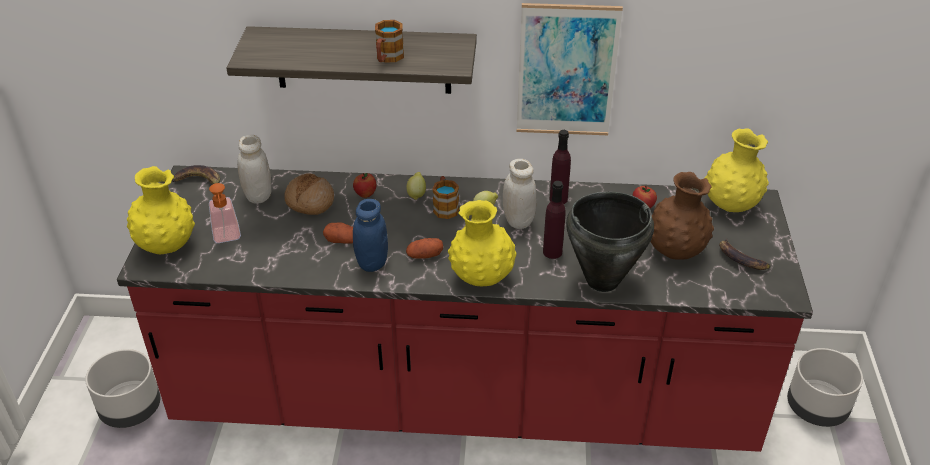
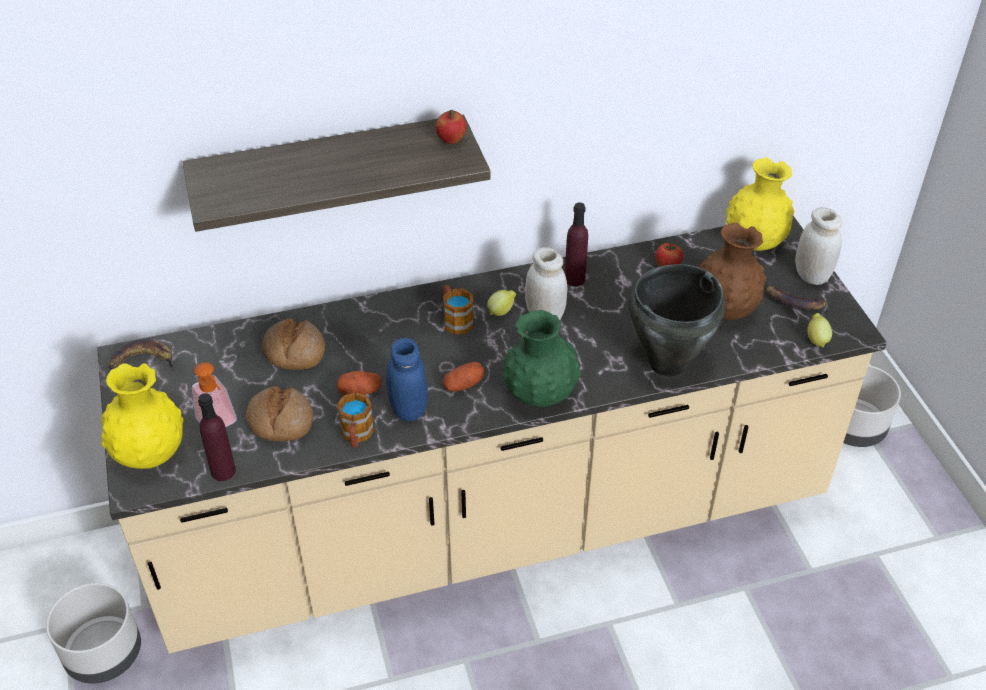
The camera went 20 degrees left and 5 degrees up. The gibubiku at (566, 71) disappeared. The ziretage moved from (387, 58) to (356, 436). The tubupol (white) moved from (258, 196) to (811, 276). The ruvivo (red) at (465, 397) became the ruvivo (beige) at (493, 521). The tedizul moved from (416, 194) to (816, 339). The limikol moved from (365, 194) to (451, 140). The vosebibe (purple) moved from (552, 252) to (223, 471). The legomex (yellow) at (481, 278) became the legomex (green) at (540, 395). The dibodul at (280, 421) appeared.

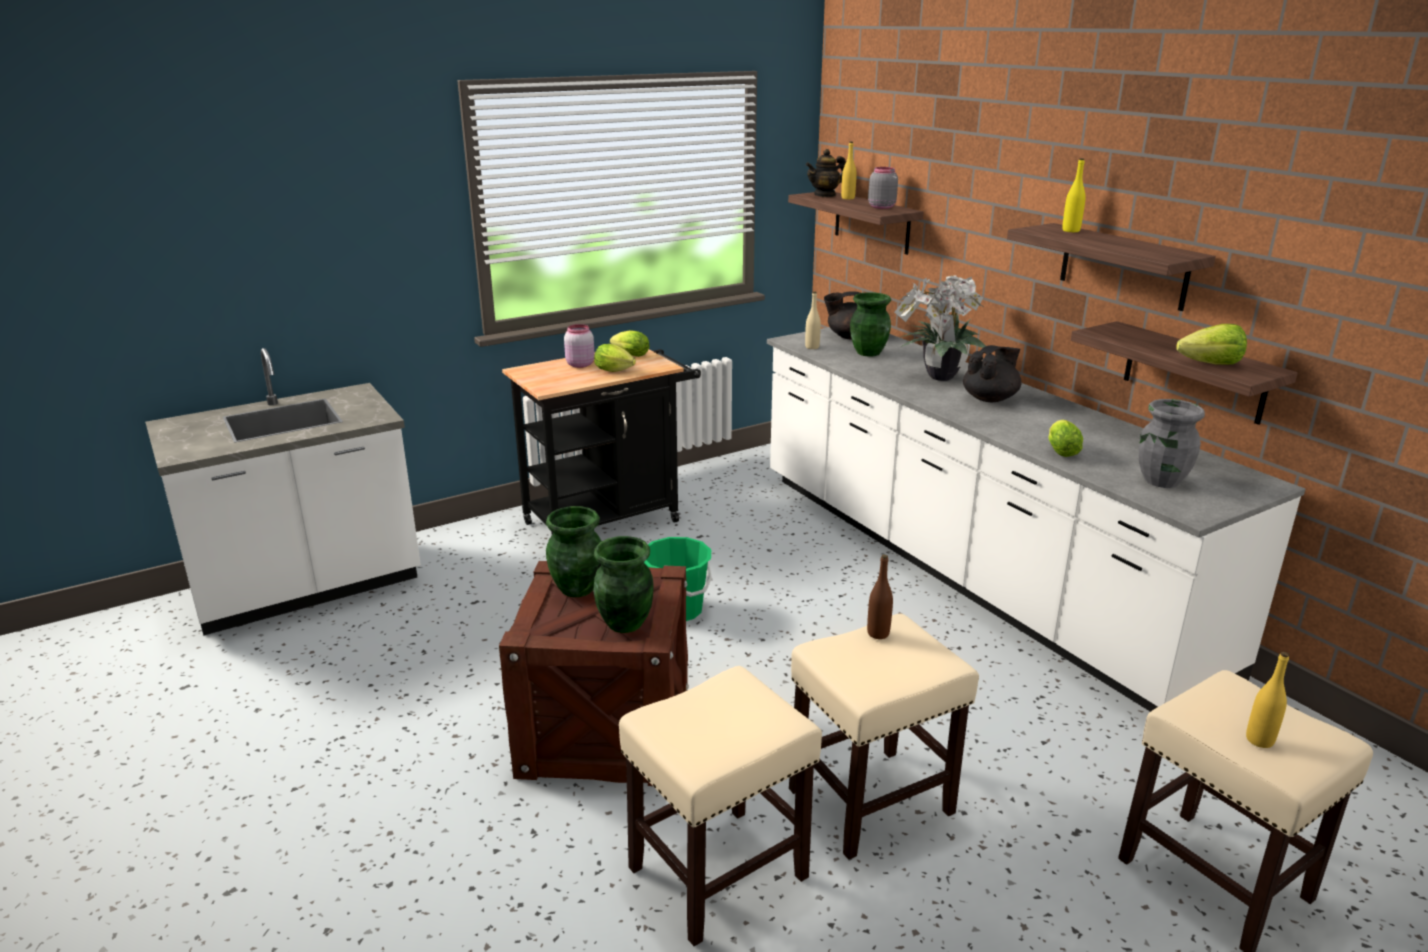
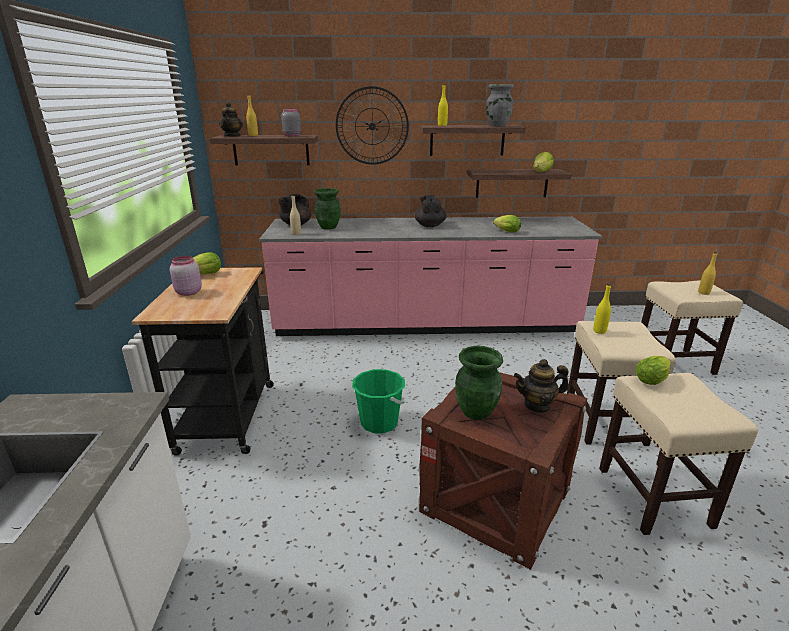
The camera went 60 degrees left and 0 degrees up. The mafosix at (937, 377) disappeared. The ruvivo (white) at (964, 567) became the ruvivo (pink) at (425, 324). The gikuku moved from (616, 371) to (652, 379). The legomex (grey) moved from (1160, 480) to (497, 126). The legomex (green) at (625, 624) was replaced by the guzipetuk at (537, 405). The vosebibe (brown) at (878, 633) became the vosebibe (yellow) at (599, 331). The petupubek at (372, 126) appeared.

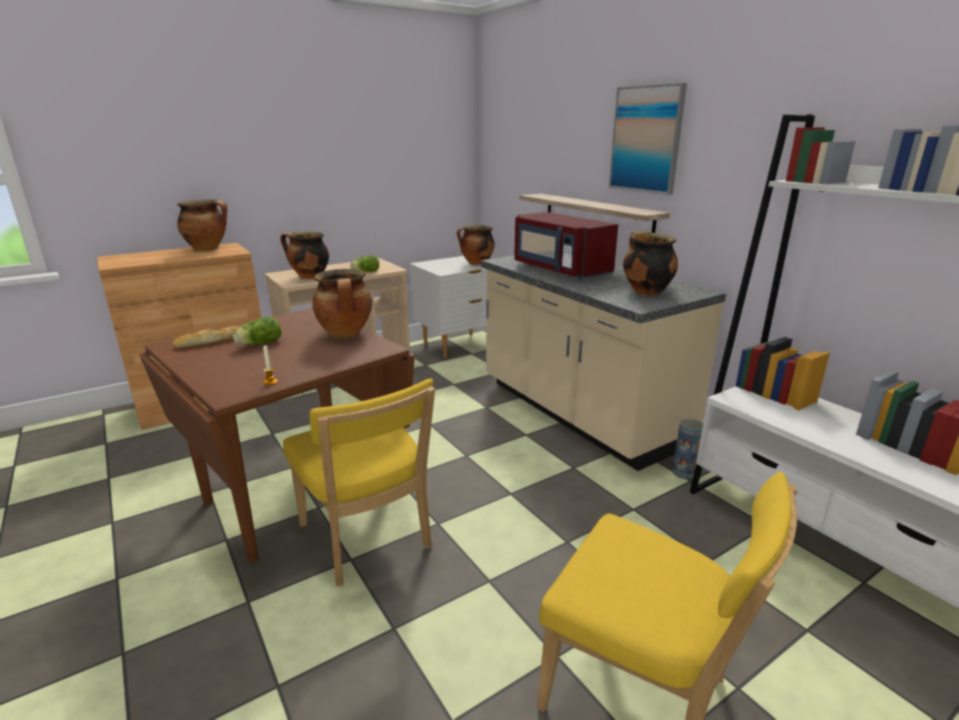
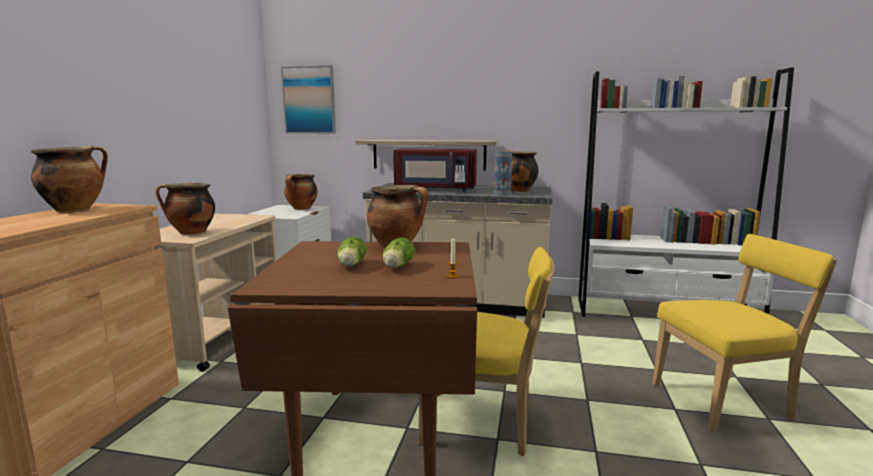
The camera went 45 degrees left and 10 degrees down. The gibubiku moved from (646, 139) to (309, 100). The gikuku moved from (365, 272) to (397, 267). The dibodul at (212, 341) disappeared. The legomex moved from (683, 472) to (502, 194).

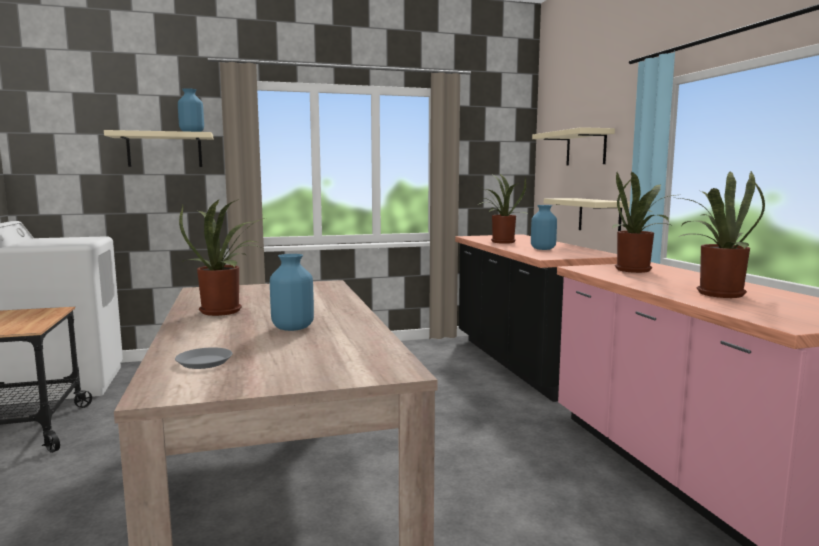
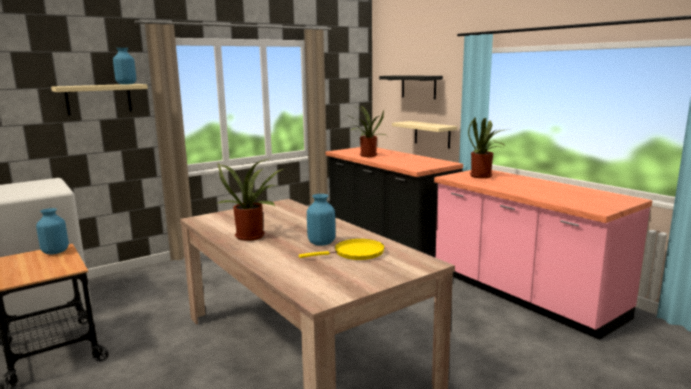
The camera went 20 degrees left and 5 degrees up. The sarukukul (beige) at (586, 148) became the sarukukul (black) at (418, 87). The mafosix at (715, 293) disappeared. The legomex (blue) moved from (542, 249) to (55, 252). The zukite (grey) at (204, 362) disappeared. The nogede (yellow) at (355, 253) appeared.

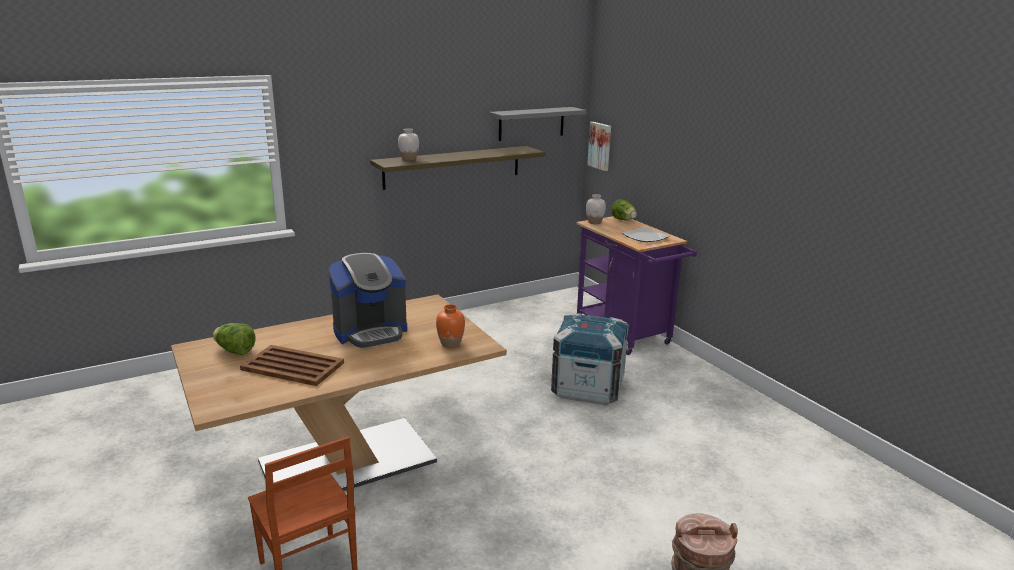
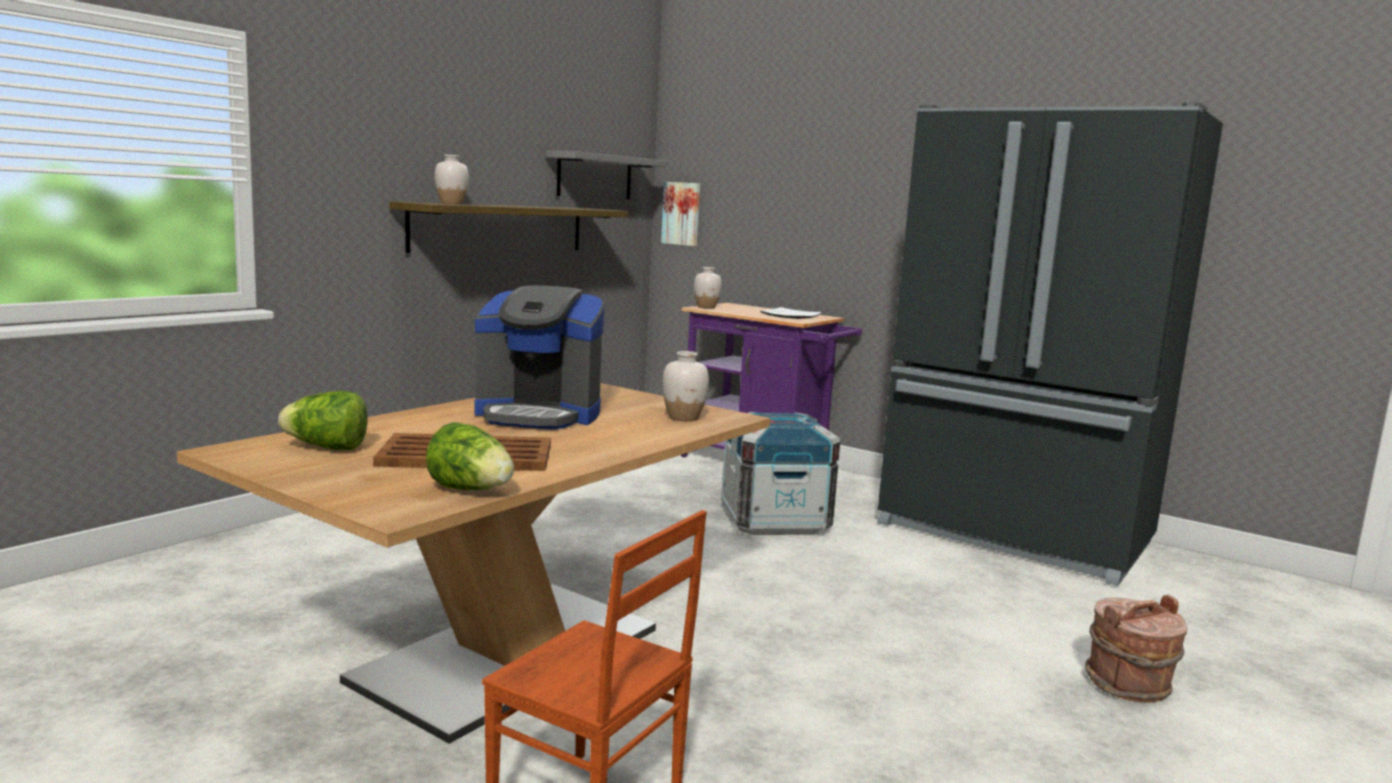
The camera went 25 degrees left and 10 degrees down. The gikuku moved from (623, 220) to (471, 490). The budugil at (370, 332) turned 60 degrees clockwise. The legomex (orange) at (450, 344) became the legomex (white) at (683, 418). The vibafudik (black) at (1013, 535) appeared.

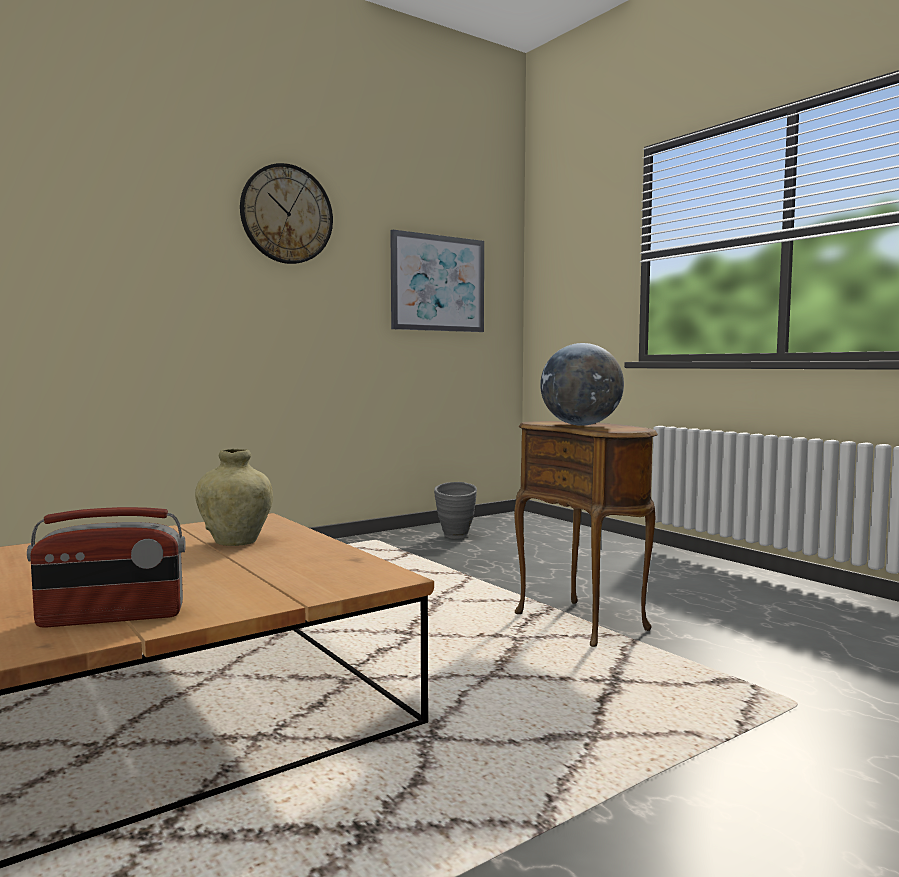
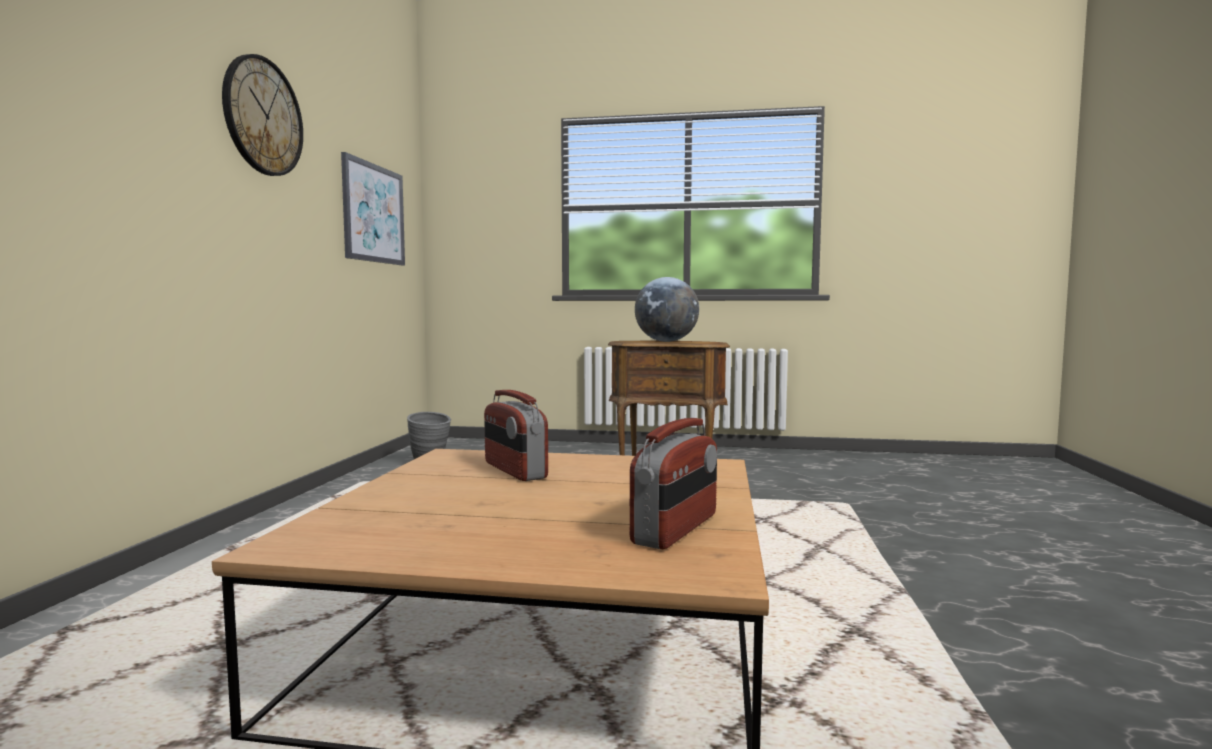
The camera went 45 degrees left and 0 degrees up. The legomex (beige) at (235, 542) was replaced by the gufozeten at (514, 470).

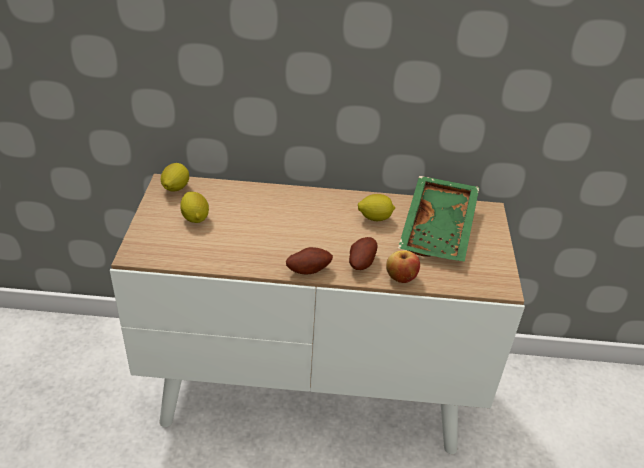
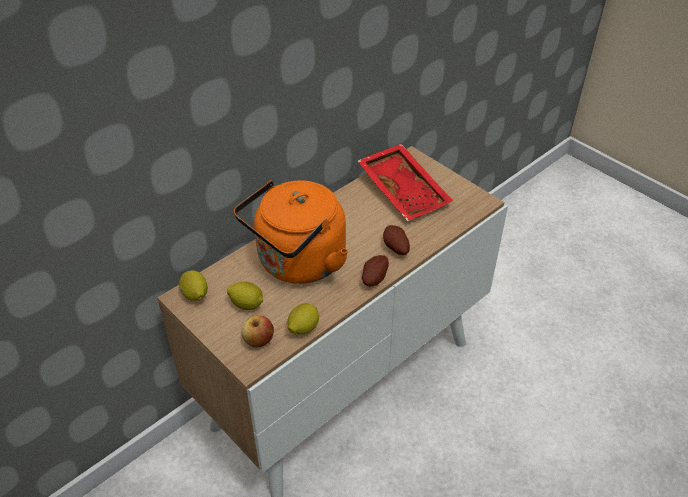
The camera went 45 degrees left and 5 degrees up. The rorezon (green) at (440, 229) became the rorezon (red) at (405, 190). The tedizul moved from (375, 218) to (303, 328). The limikol moved from (401, 277) to (258, 341). The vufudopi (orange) at (297, 263) appeared.

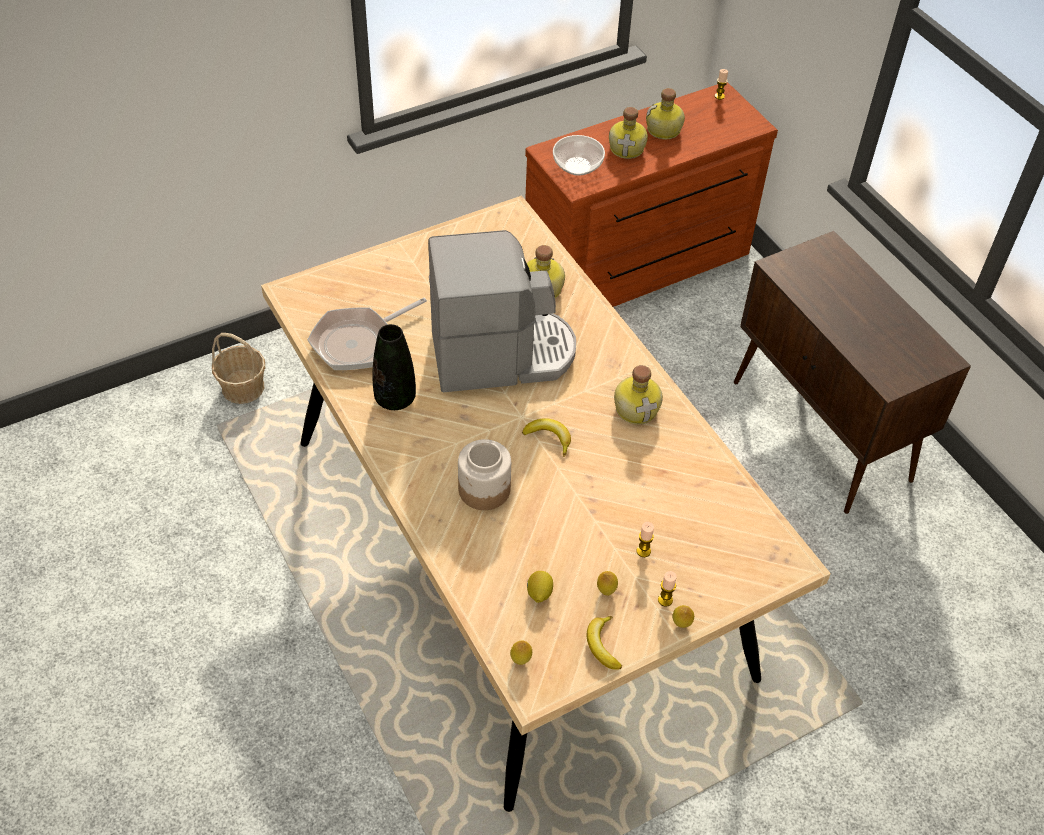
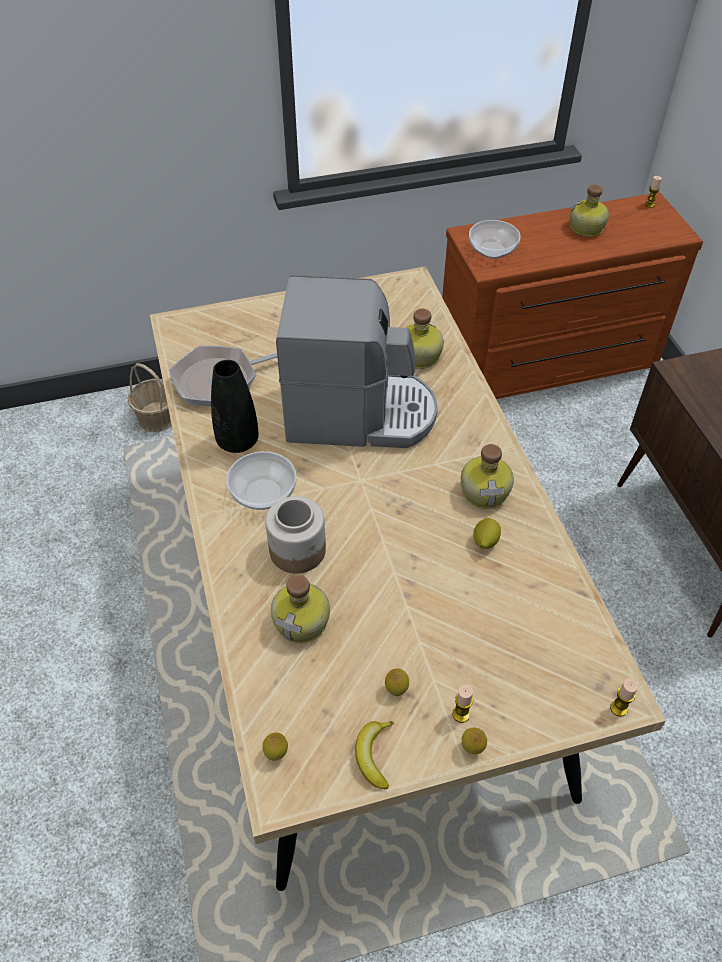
The camera went 15 degrees right and 0 degrees up. The vosebibe moved from (627, 148) to (303, 621). The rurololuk at (549, 438) disappeared. The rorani moved from (643, 551) to (618, 708). The tedizul moved from (539, 593) to (485, 541). The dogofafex at (262, 493) appeared.

